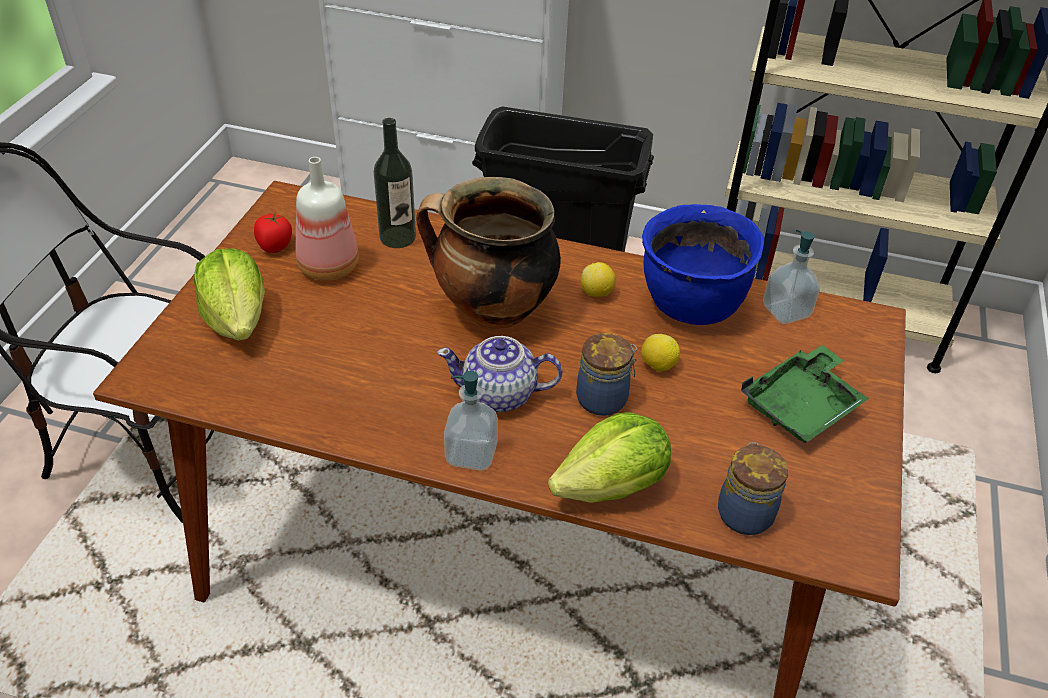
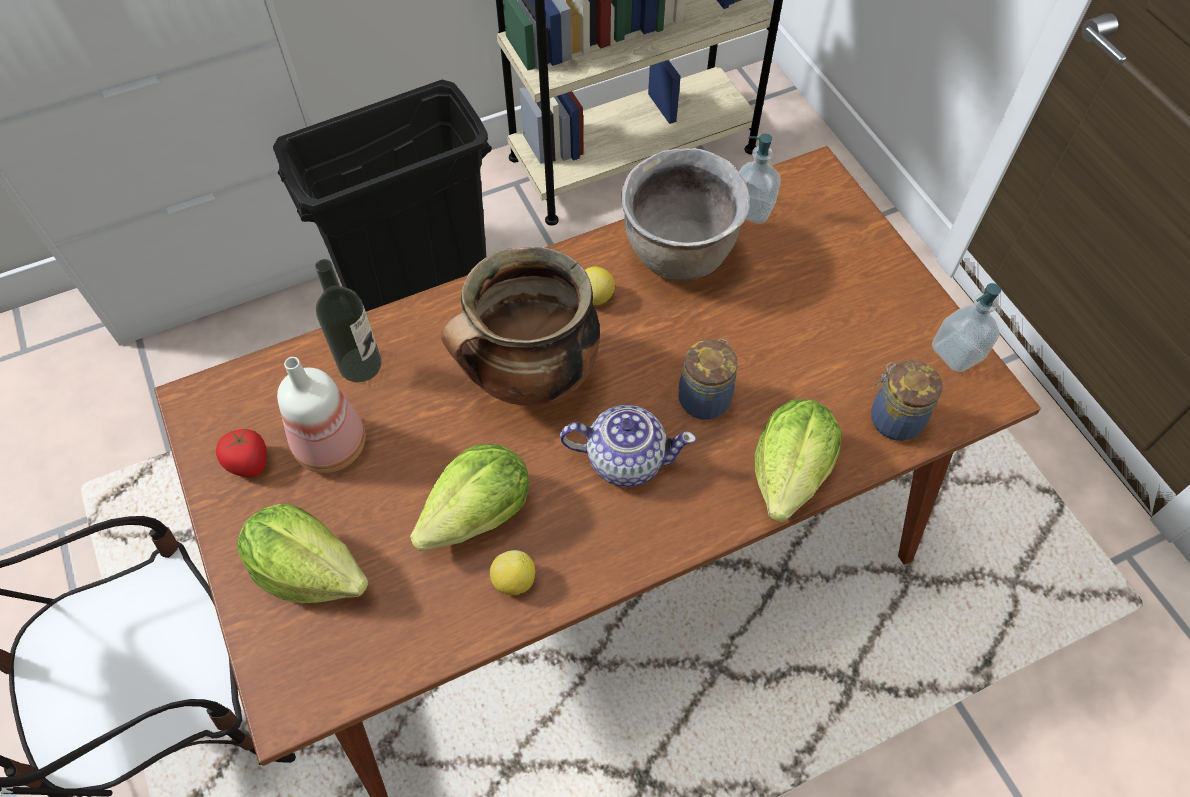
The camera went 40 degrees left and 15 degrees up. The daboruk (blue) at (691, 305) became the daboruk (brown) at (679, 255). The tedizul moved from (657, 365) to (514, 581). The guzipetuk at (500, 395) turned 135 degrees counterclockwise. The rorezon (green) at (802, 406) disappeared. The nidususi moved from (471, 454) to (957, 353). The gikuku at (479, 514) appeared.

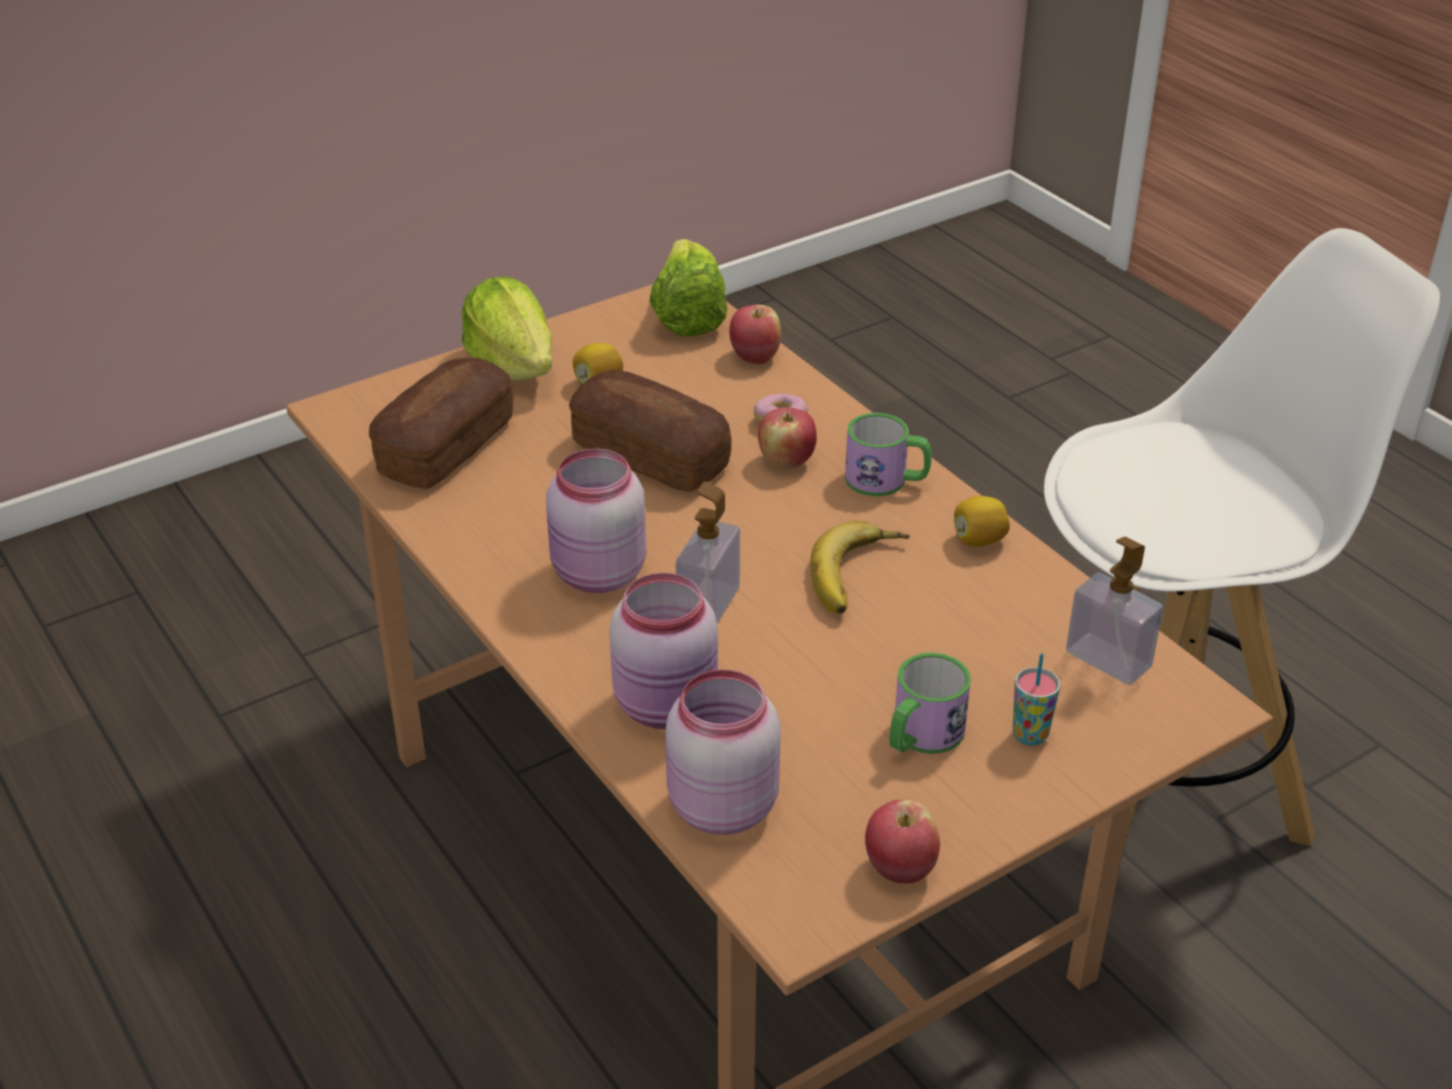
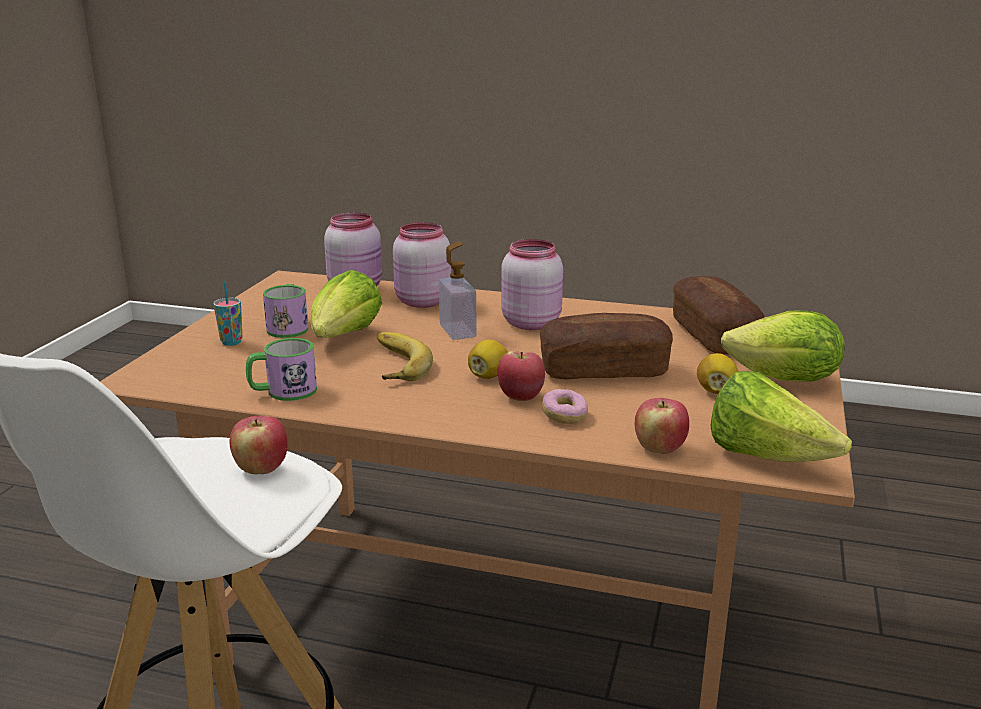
The camera went 140 degrees right and 15 degrees down. The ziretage moved from (886, 480) to (283, 392). The tedizul moved from (978, 540) to (488, 376). The nidususi at (1108, 659) disappeared. The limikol moved from (900, 869) to (261, 469). The gikuku at (344, 338) appeared.

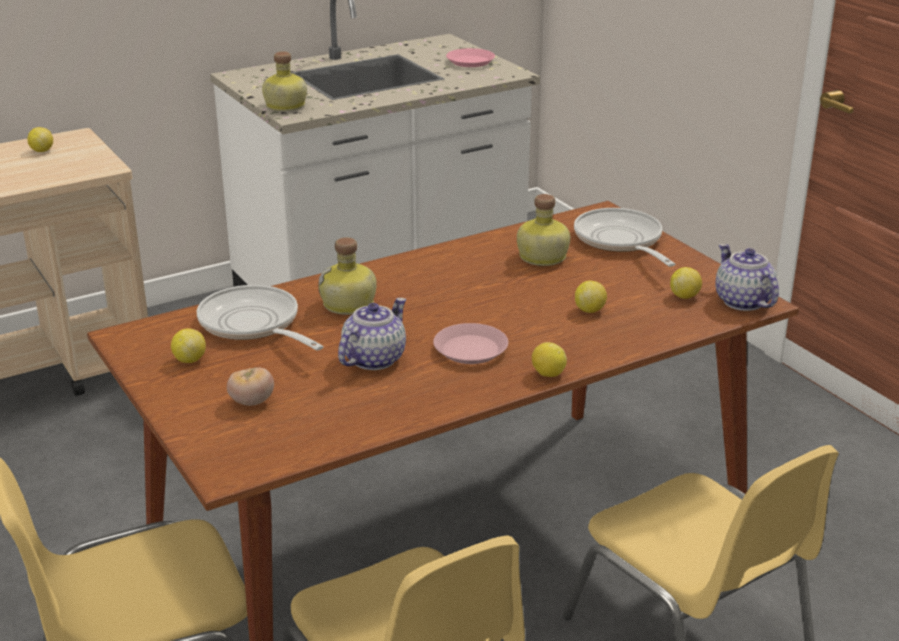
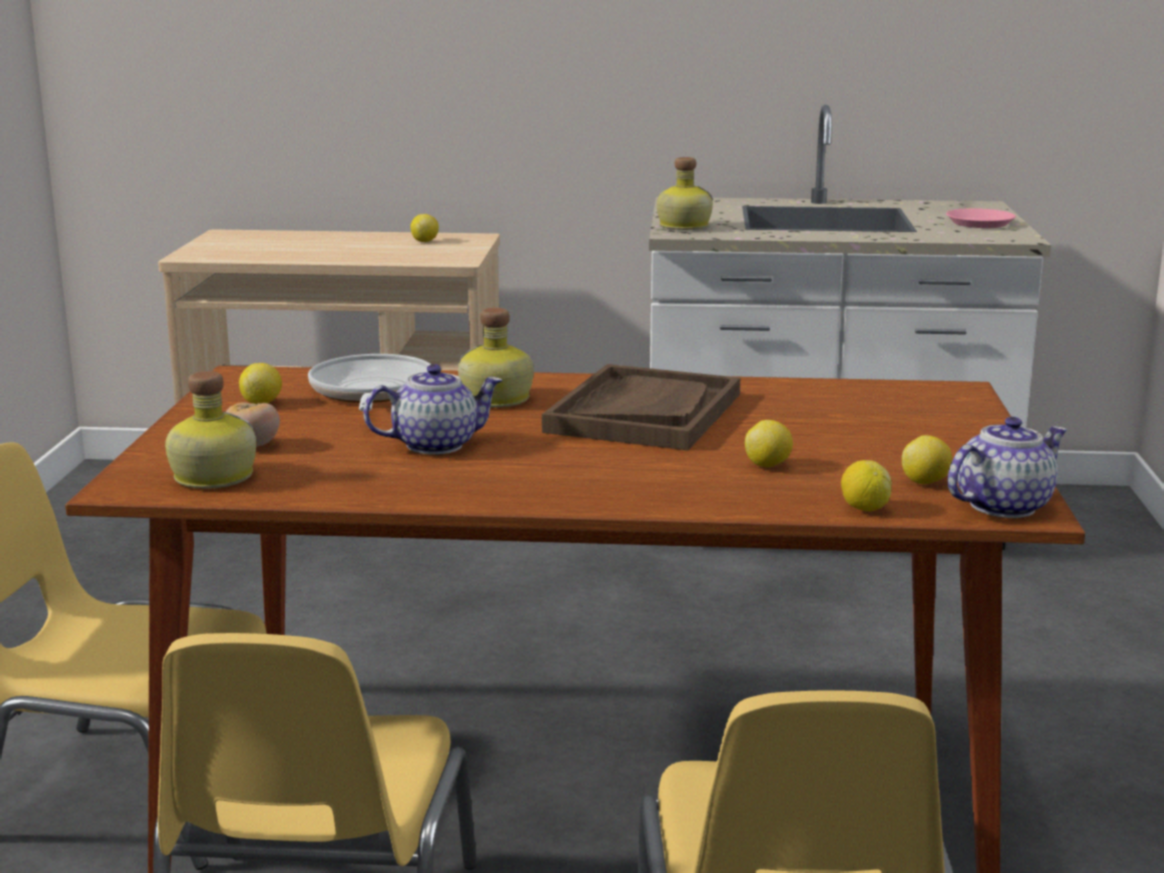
The camera went 35 degrees right and 10 degrees down. The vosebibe moved from (541, 257) to (210, 477). The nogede at (620, 241) disappeared. The guzipetuk at (742, 301) turned 45 degrees clockwise. The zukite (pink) at (471, 350) disappeared. The tedizul moved from (548, 374) to (864, 508). The rorezon (brown) at (644, 413) appeared.

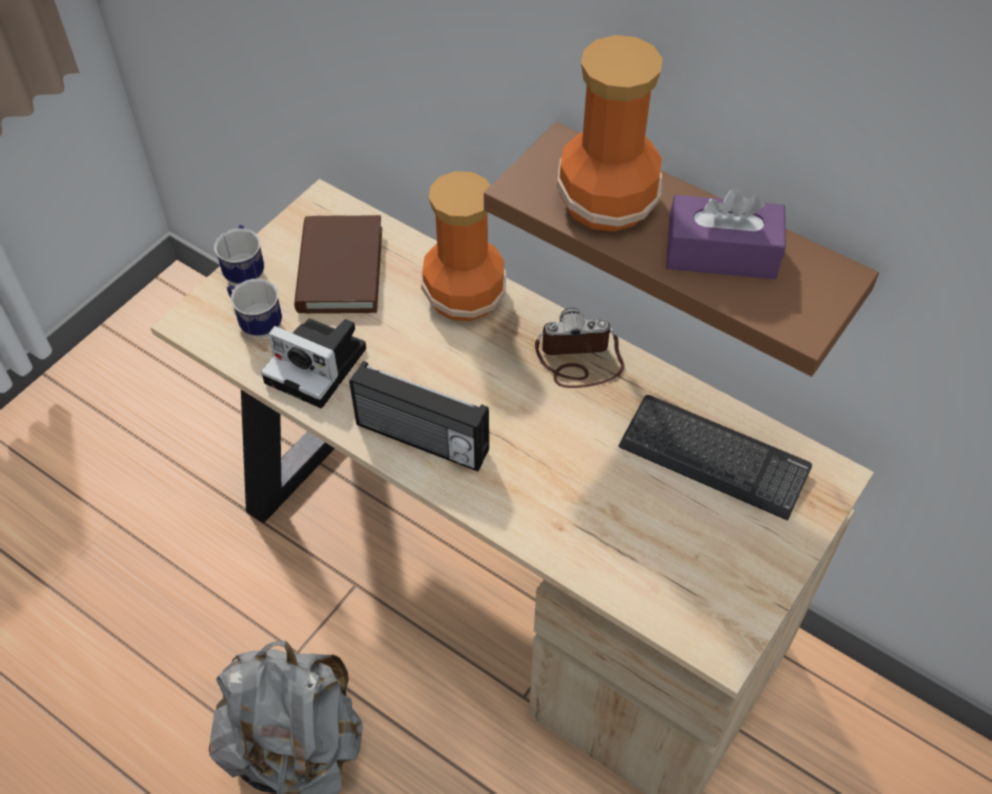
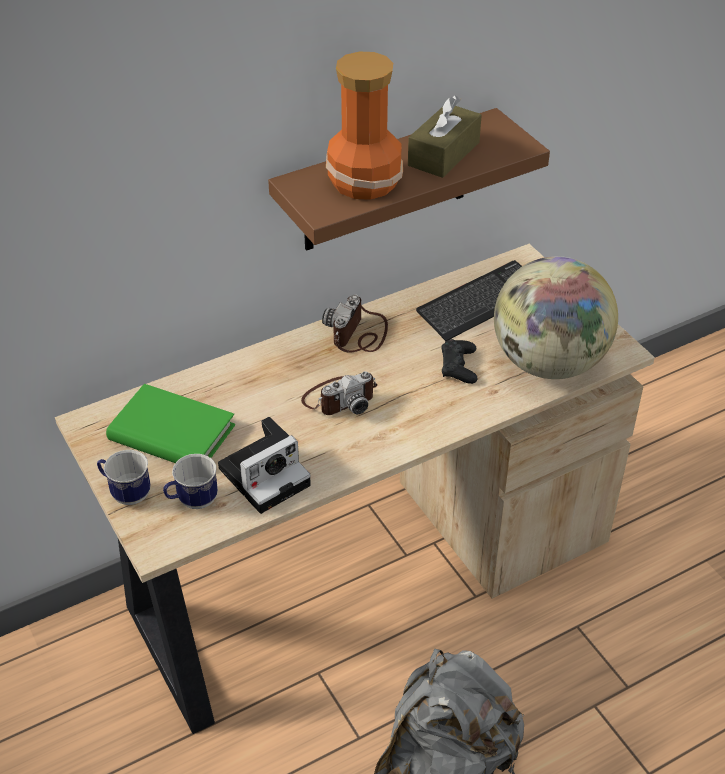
The camera went 65 degrees left and 10 degrees down. The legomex at (463, 293) disappeared. The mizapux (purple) at (721, 253) became the mizapux (brown) at (443, 154). The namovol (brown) at (340, 269) became the namovol (green) at (171, 433). The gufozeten at (421, 440) disappeared. The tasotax at (548, 363) appeared. The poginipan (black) at (458, 366) appeared. The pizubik at (339, 398) appeared.

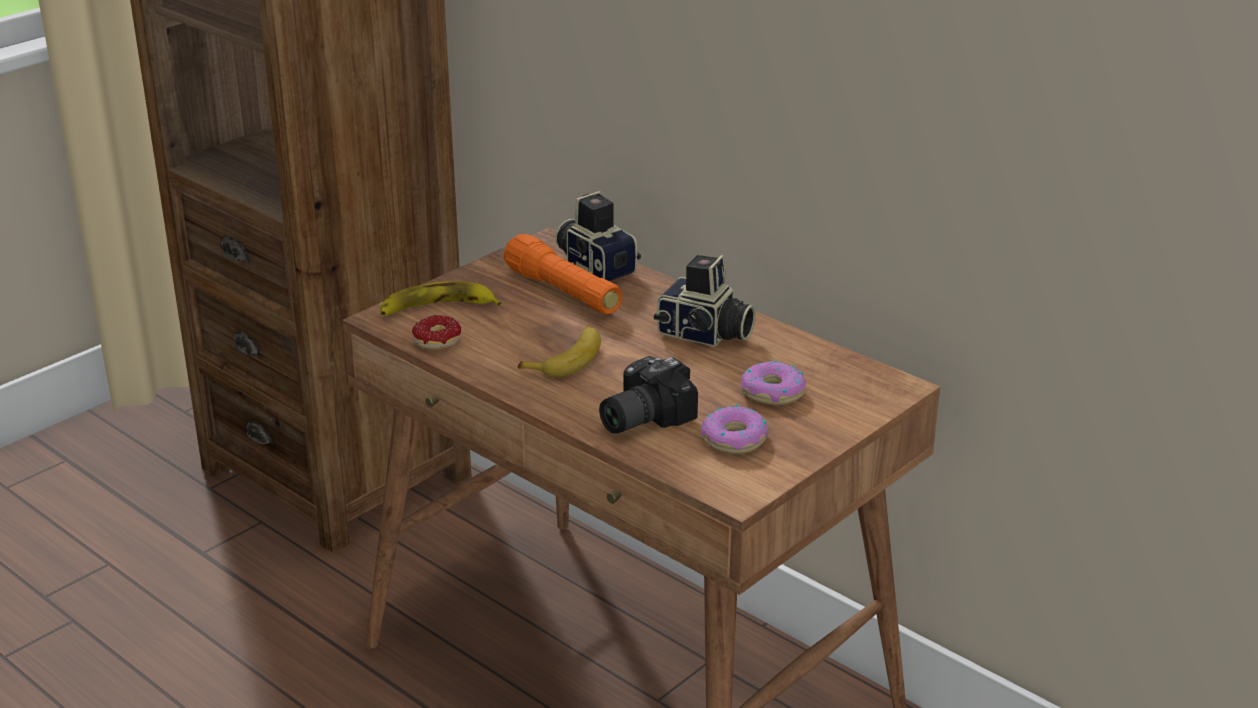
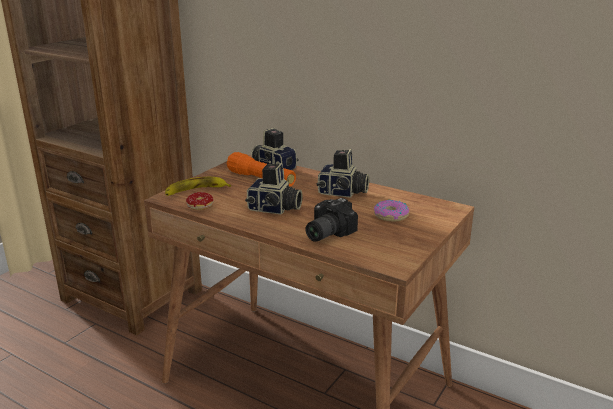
The camera went 10 degrees left and 5 degrees down. The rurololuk at (567, 359) was replaced by the pizubik at (274, 209). The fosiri at (735, 439) disappeared.

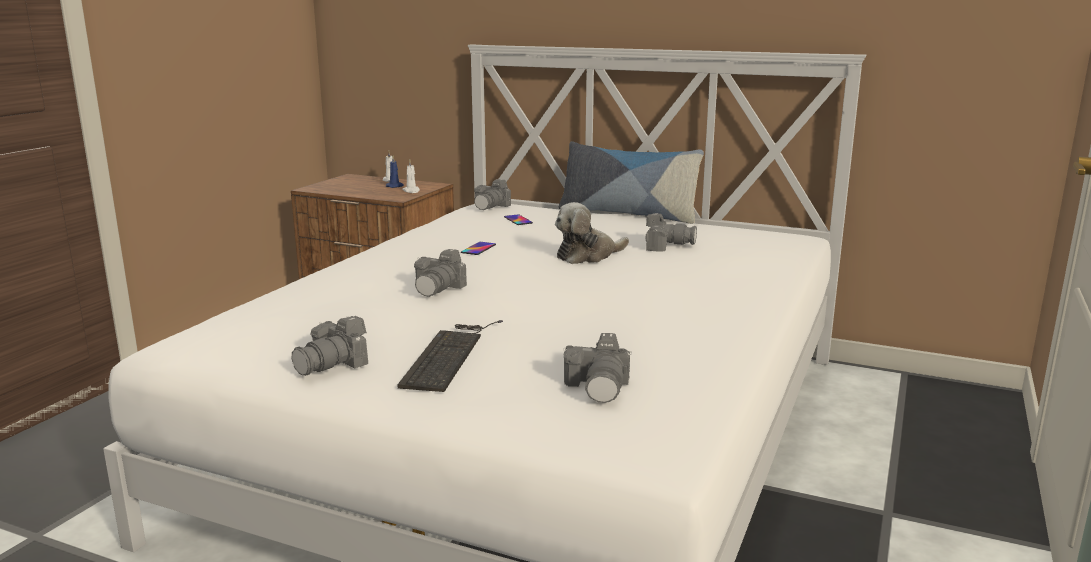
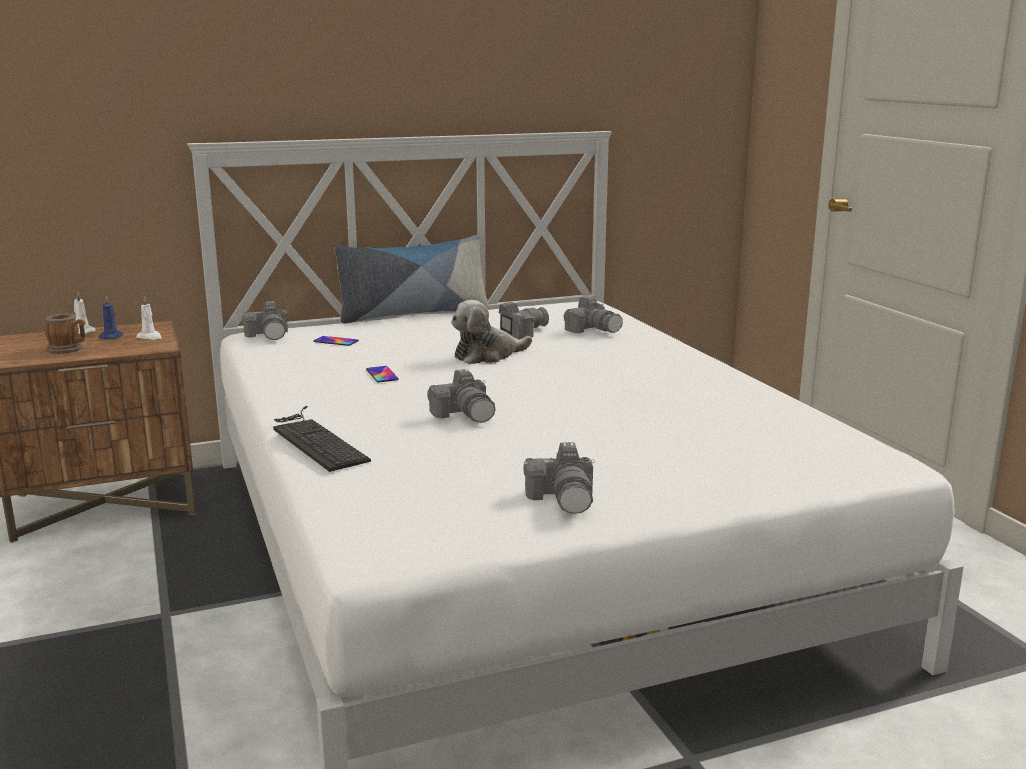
The camera went 45 degrees left and 0 degrees up. The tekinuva at (587, 256) turned 45 degrees clockwise. The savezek moved from (449, 354) to (315, 439). The pizubik moved from (599, 387) to (593, 329). The ziretage at (68, 349) appeared.

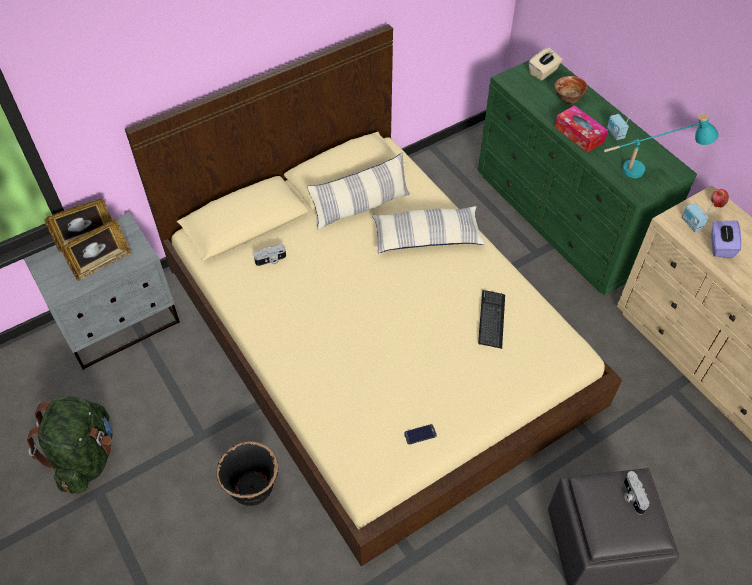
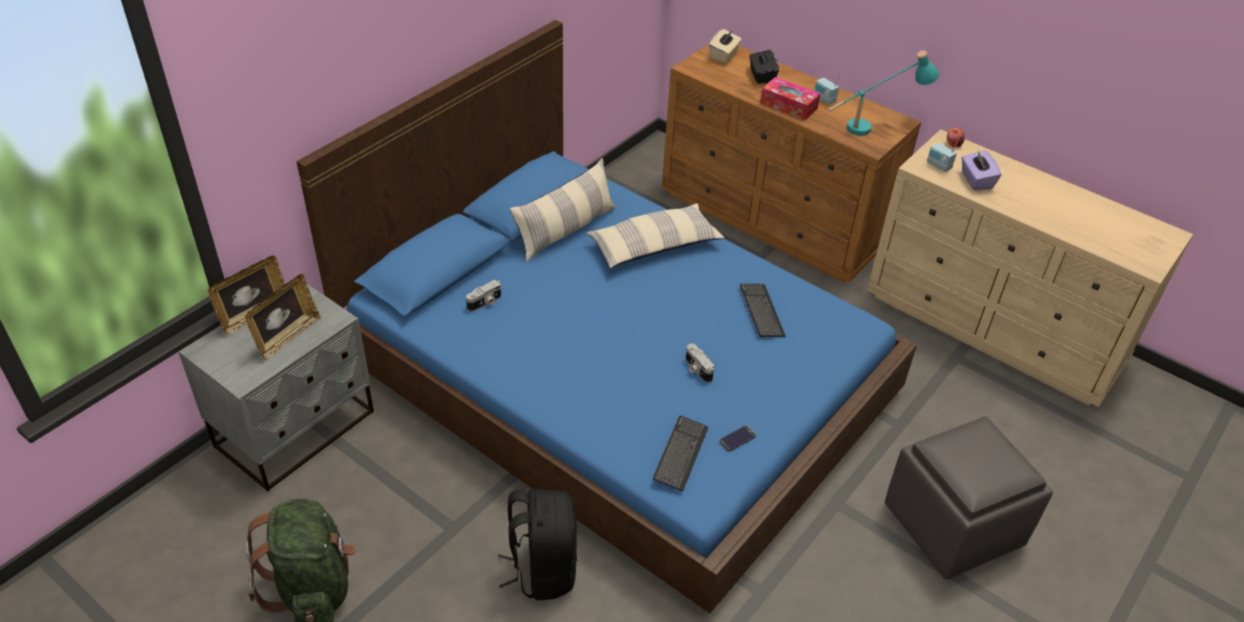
The camera went 20 degrees left and 10 degrees down. The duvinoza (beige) at (375, 334) became the duvinoza (blue) at (617, 374). The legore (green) at (563, 220) became the legore (brown) at (773, 219). The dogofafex at (568, 99) was replaced by the mizapux (black) at (761, 76). The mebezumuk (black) at (253, 489) was replaced by the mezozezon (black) at (542, 569). The pizubik moved from (631, 496) to (697, 369). The savezek at (680, 454) appeared.

